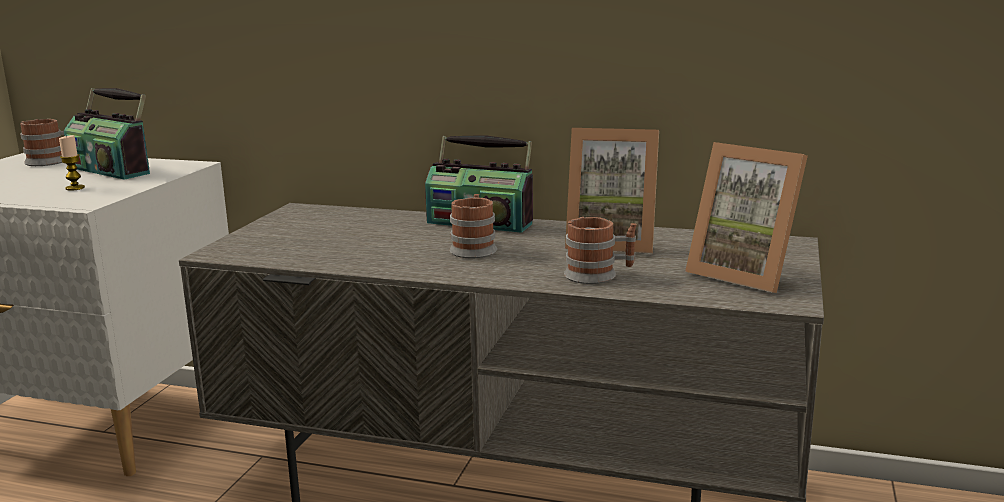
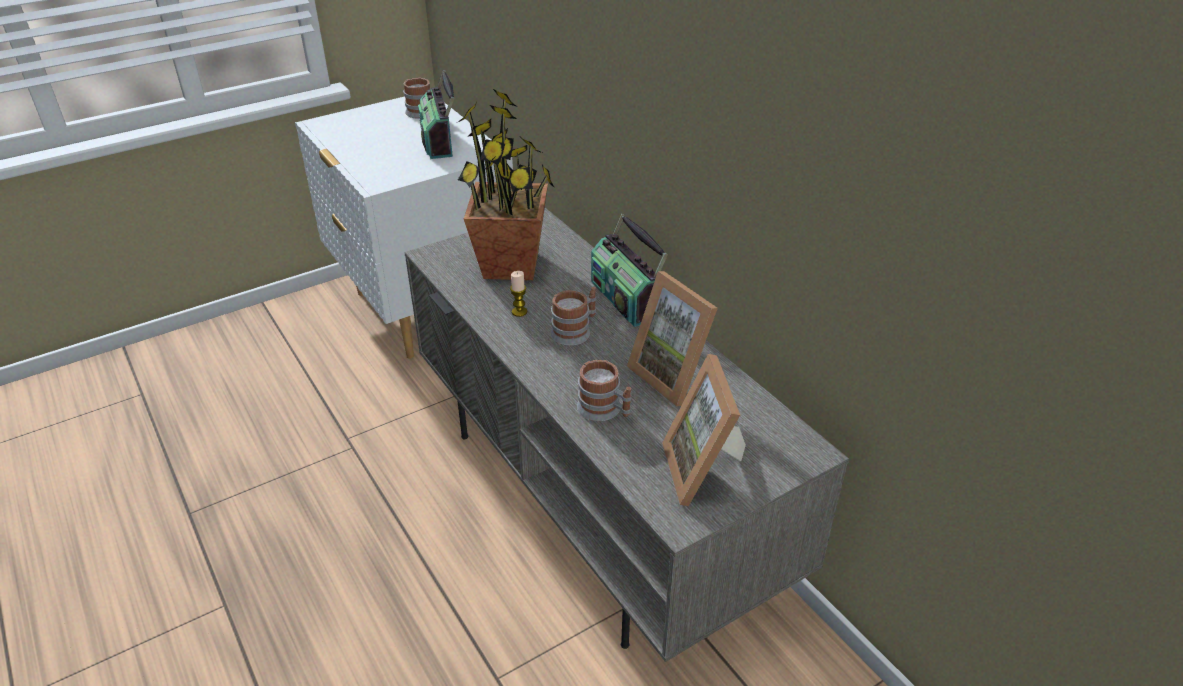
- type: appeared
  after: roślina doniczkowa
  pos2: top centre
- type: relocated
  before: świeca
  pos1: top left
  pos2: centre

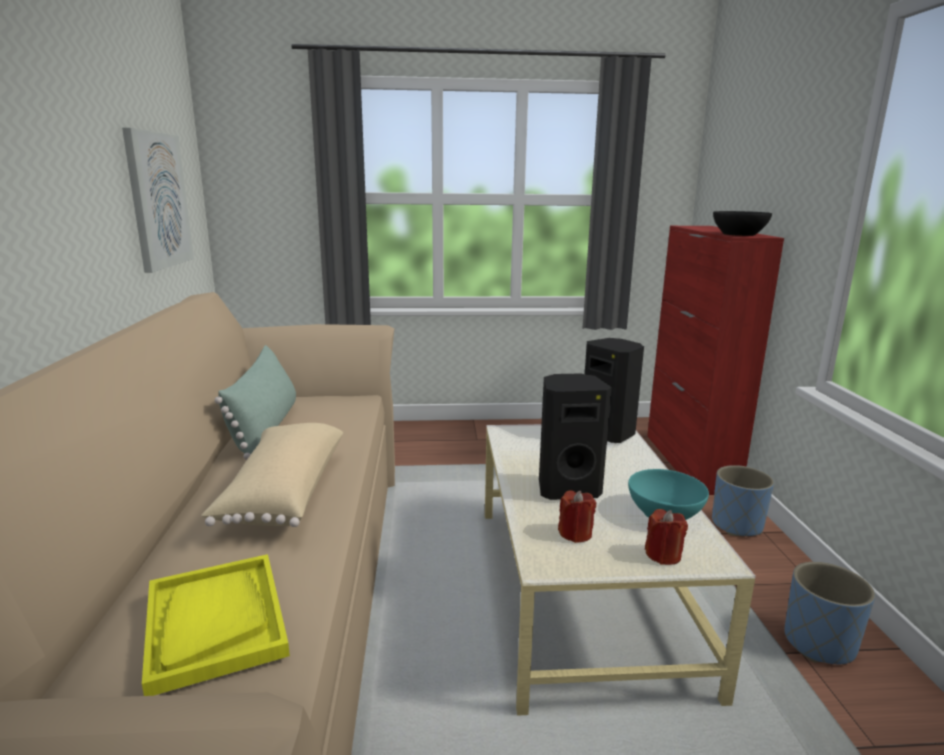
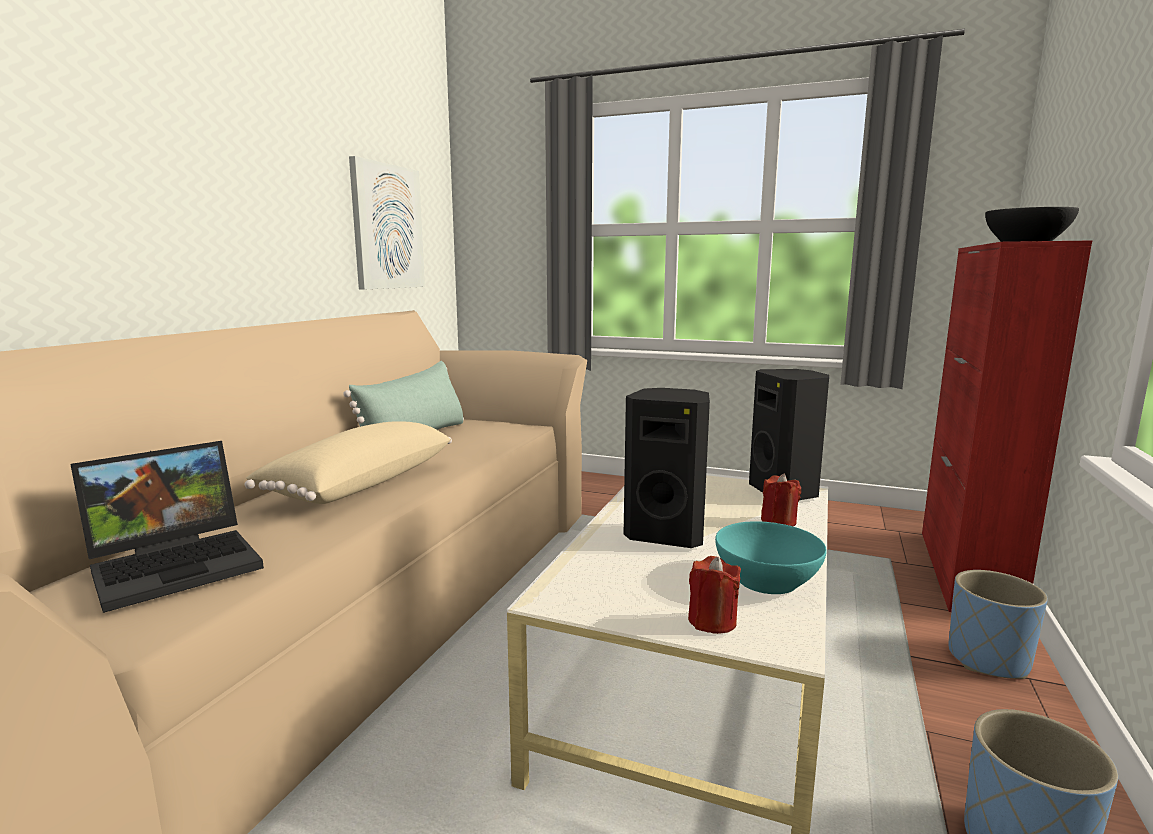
- type: relocated
  before: świeca [czerwony] (no. 1 from left in the first image)
  after: świeca [czerwony] (no. 2 from left)
  pos1: bottom centre
  pos2: middle right
- type: exchanged
  before: taca [żółty]
  after: laptop
  pos1: bottom left
  pos2: middle left

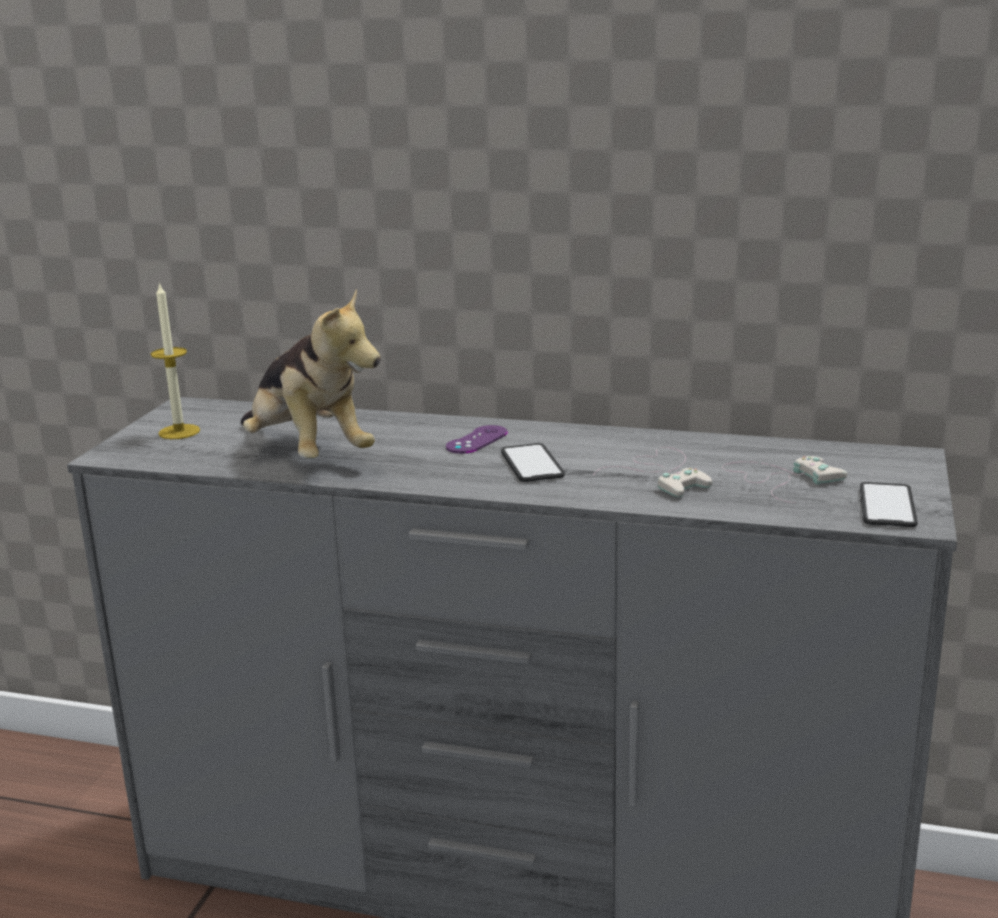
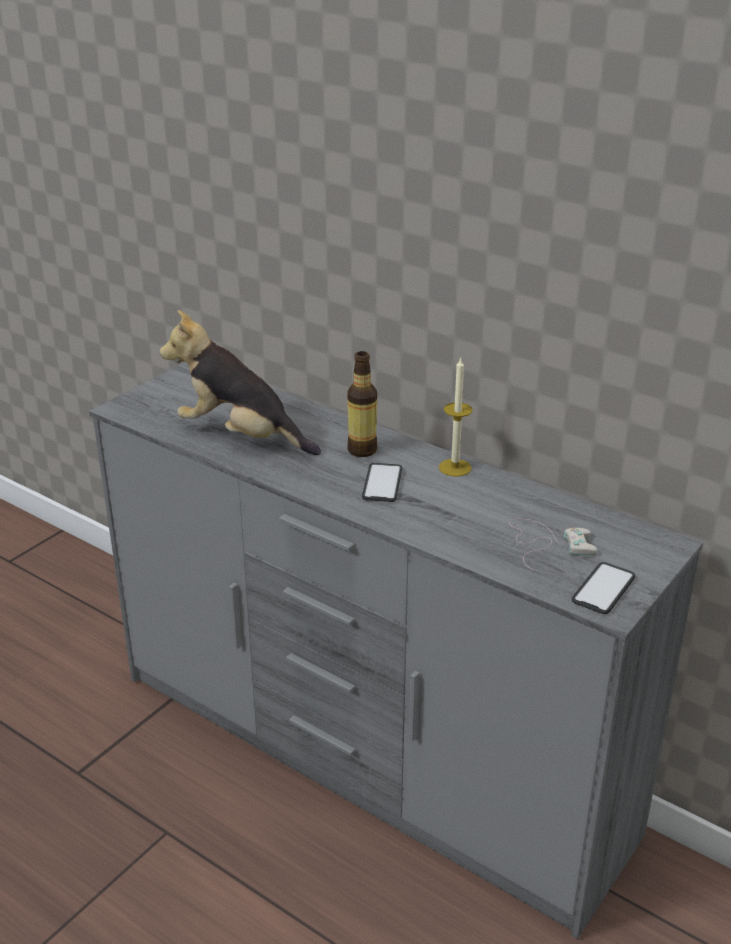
- type: missing
  before: pad do gier [biały] (no. 1 from left)
  pos1: centre
- type: relocated
  before: świeca
  pos1: middle left
  pos2: centre
- type: exchanged
  before: pad do gier [fioletowy]
  after: butelka
  pos1: centre
  pos2: centre
- type: spun
  before: pluszak
  pos1: middle left
  pos2: middle left
  turn: 135

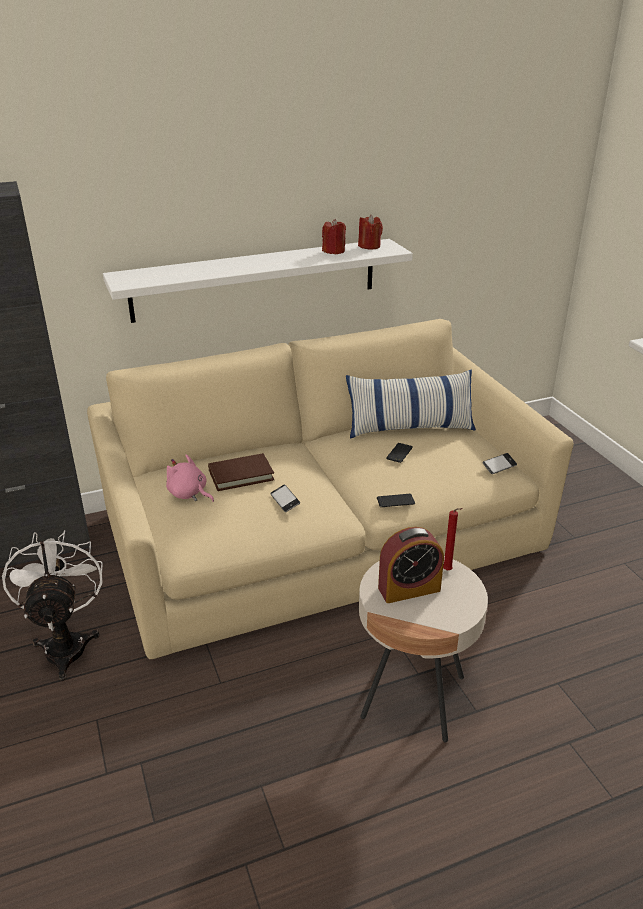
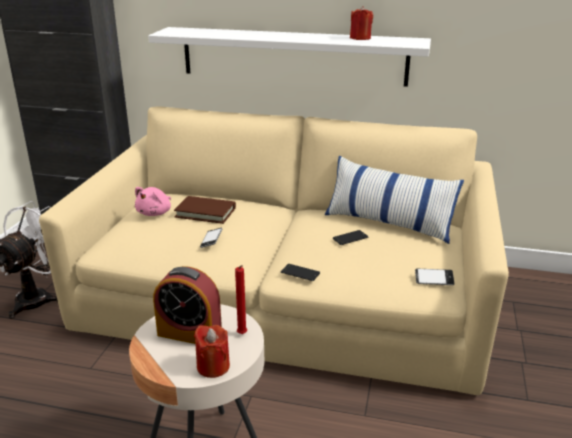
- type: relocated
  before: świeca [czerwony] (no. 2 from left in the first image)
  after: świeca [czerwony] (no. 1 from left)
  pos1: top centre
  pos2: bottom centre
- type: spun
  before: pluszak [różowy]
  pos1: middle left
  pos2: middle left
  turn: -135

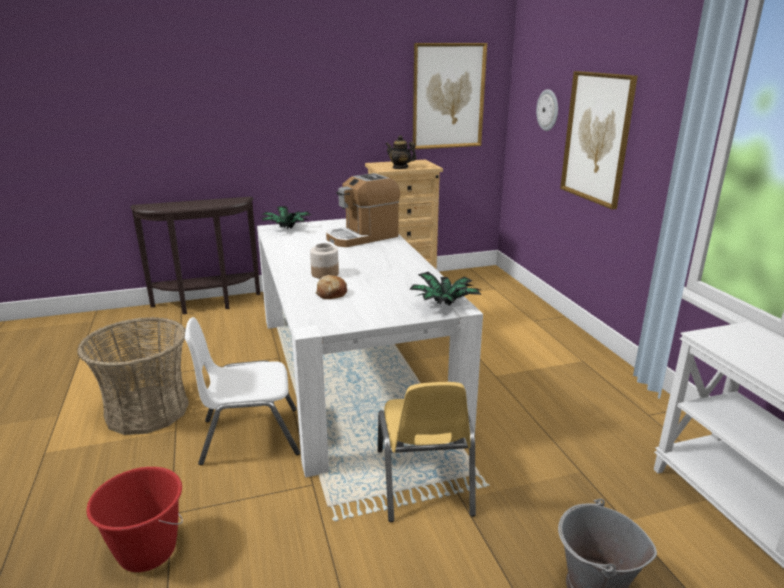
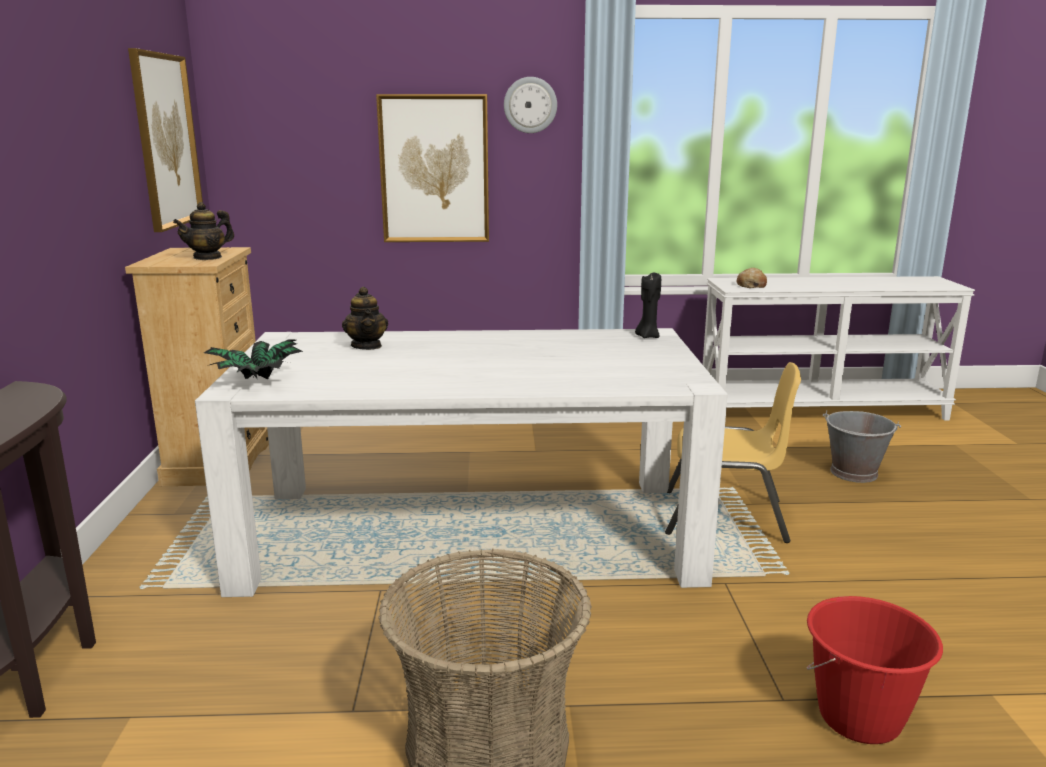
- type: missing
  before: krzesło [biały]
  pos1: middle left
- type: missing
  before: słoik
  pos1: centre
- type: relocated
  before: chleb
  pos1: centre
  pos2: middle right
- type: relocated
  before: zegar ścienny
  pos1: top right
  pos2: top centre
- type: exchanged
  before: ekspres do kawy
  after: imbryk (no. 2 from left)
  pos1: centre
  pos2: centre
- type: exchanged
  before: roślina doniczkowa (no. 2 from left)
  after: świeca [czarny]
  pos1: centre
  pos2: centre

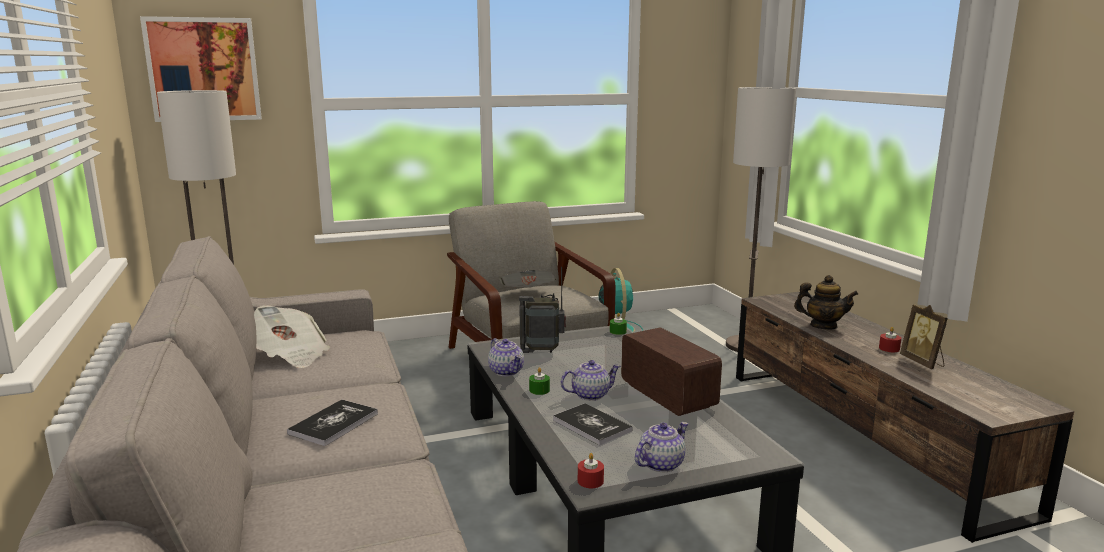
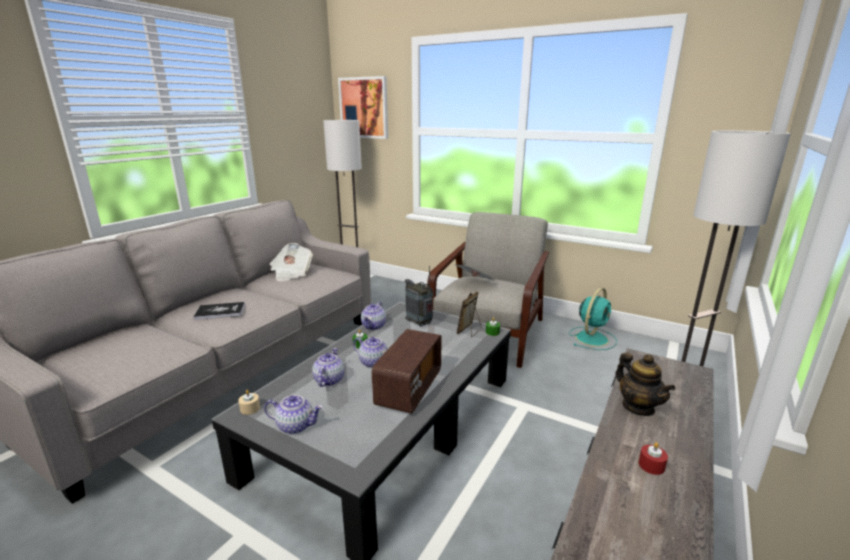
- type: relocated
  before: ramka na zdjęcie
  pos1: middle right
  pos2: centre
- type: exchanged
  before: książka (no. 2 from left)
  after: imbryk (no. 2 from left)
  pos1: bottom centre
  pos2: centre
- type: colour
  before: świeca [czerwony] (no. 1 from left)
  after: świeca [beżowy]
  pos1: bottom centre
  pos2: bottom left

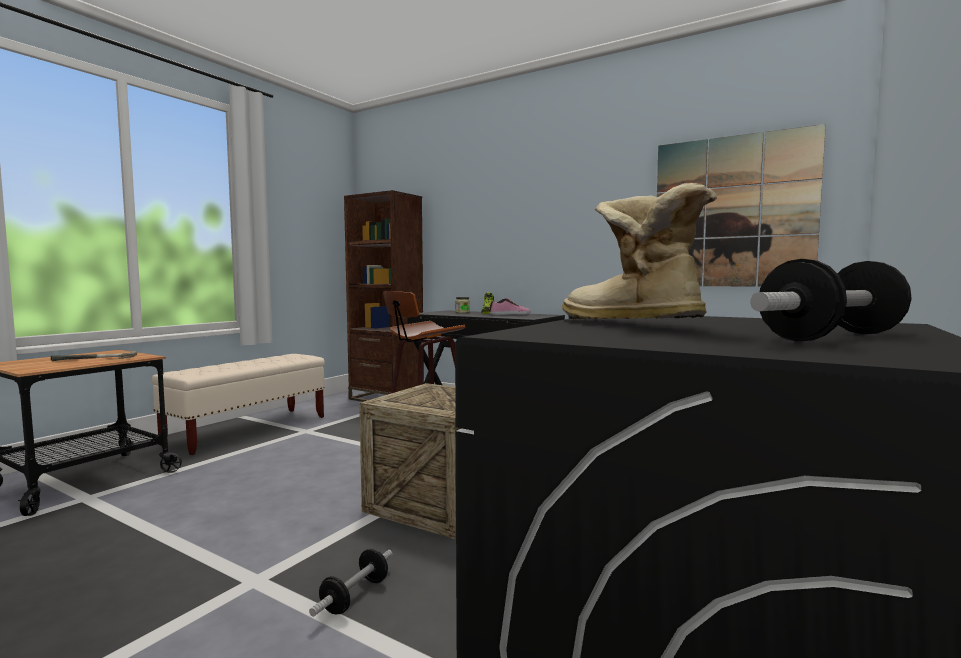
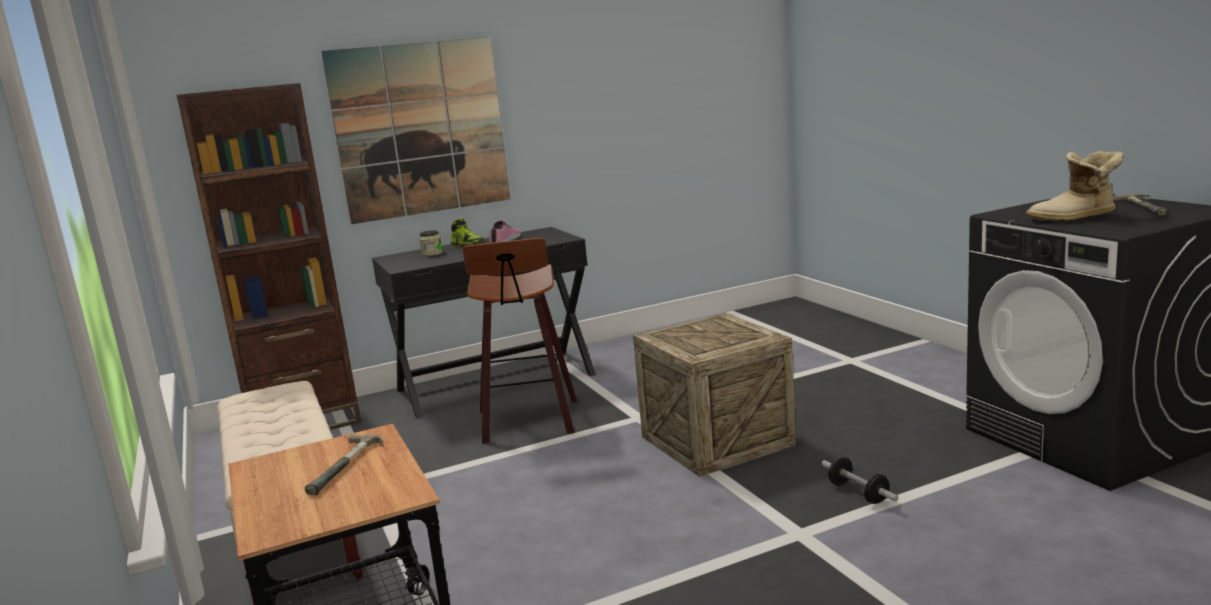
- type: relocated
  before: obraz
  pos1: top right
  pos2: top centre
- type: exchanged
  before: hantel (no. 2 from left)
  after: młotek (no. 2 from left)
  pos1: middle right
  pos2: middle right

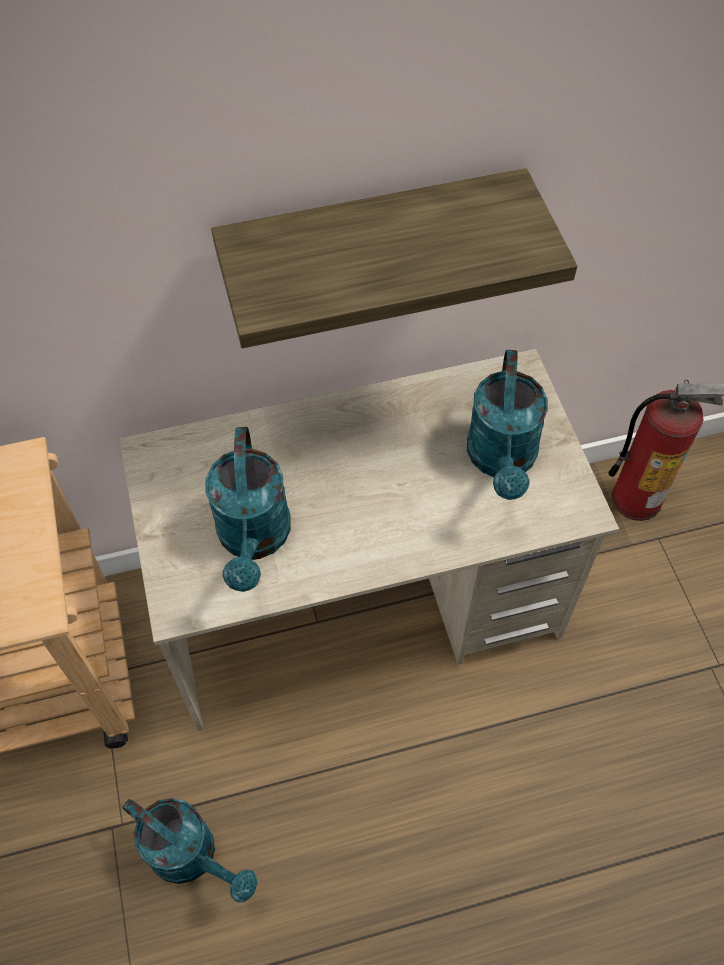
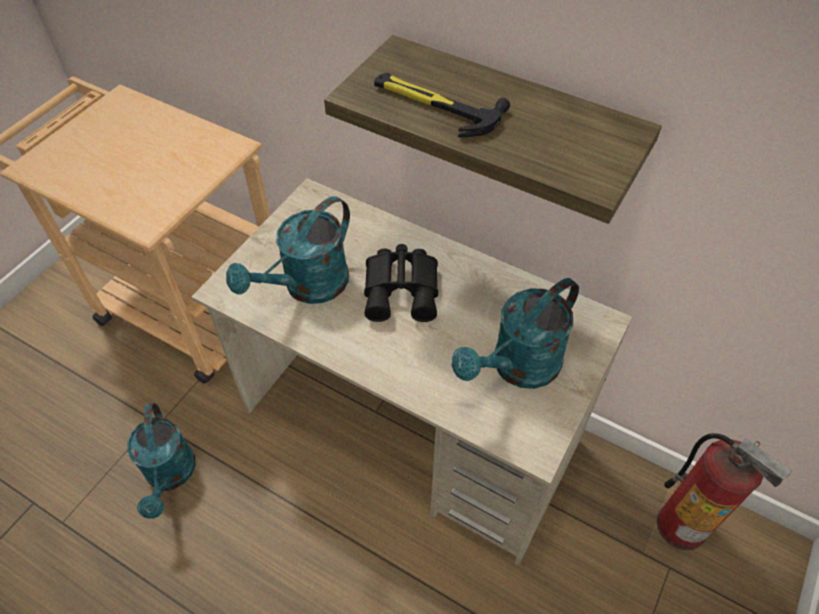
- type: appeared
  after: lornetka [czarny]
  pos2: centre
- type: appeared
  after: młotek
  pos2: top centre

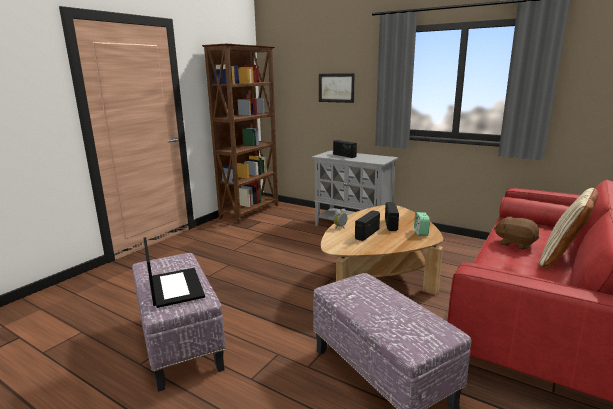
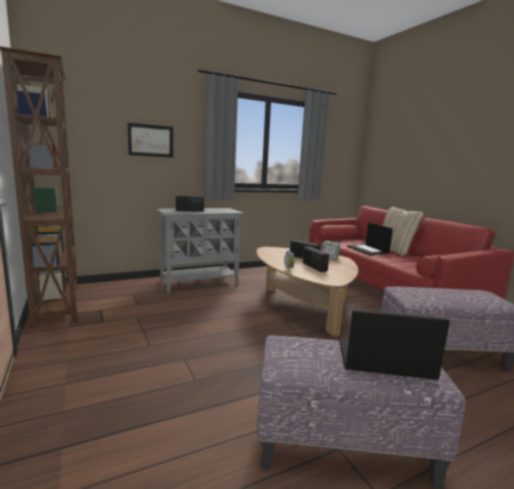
- type: exchanged
  before: pluszak [brązowy]
  after: laptop (no. 1 from left)
  pos1: middle right
  pos2: middle right

